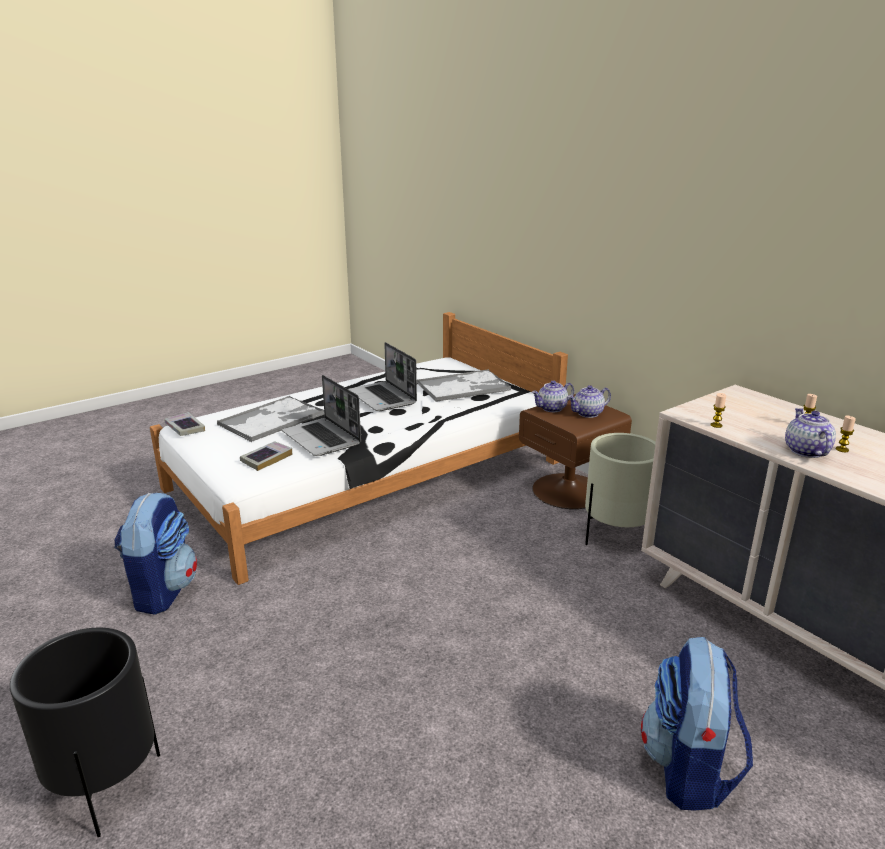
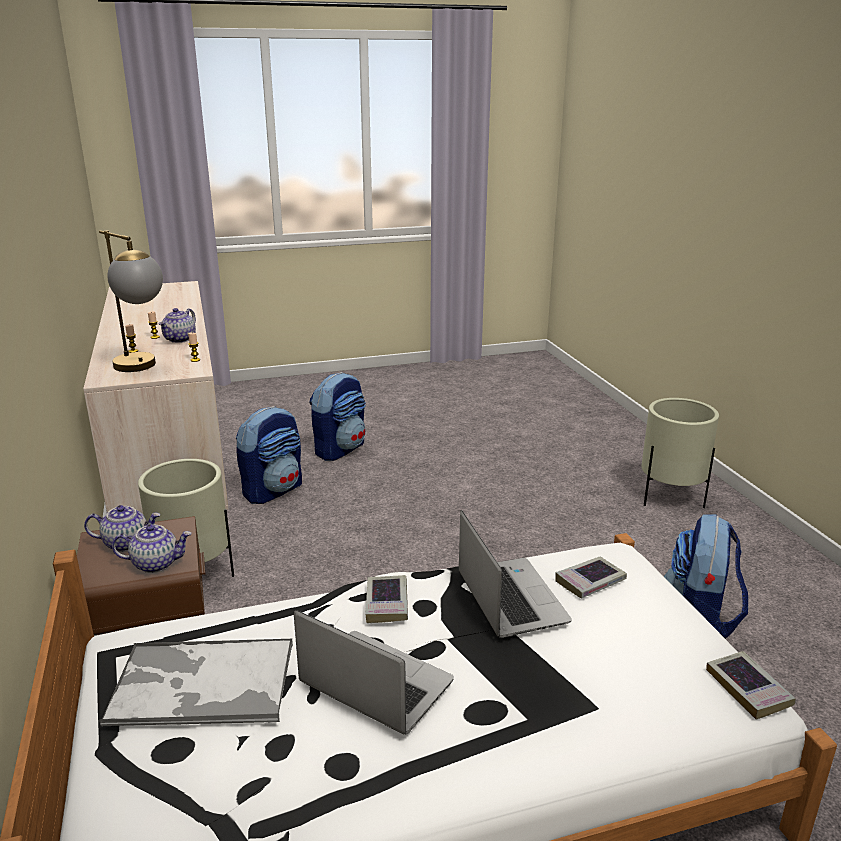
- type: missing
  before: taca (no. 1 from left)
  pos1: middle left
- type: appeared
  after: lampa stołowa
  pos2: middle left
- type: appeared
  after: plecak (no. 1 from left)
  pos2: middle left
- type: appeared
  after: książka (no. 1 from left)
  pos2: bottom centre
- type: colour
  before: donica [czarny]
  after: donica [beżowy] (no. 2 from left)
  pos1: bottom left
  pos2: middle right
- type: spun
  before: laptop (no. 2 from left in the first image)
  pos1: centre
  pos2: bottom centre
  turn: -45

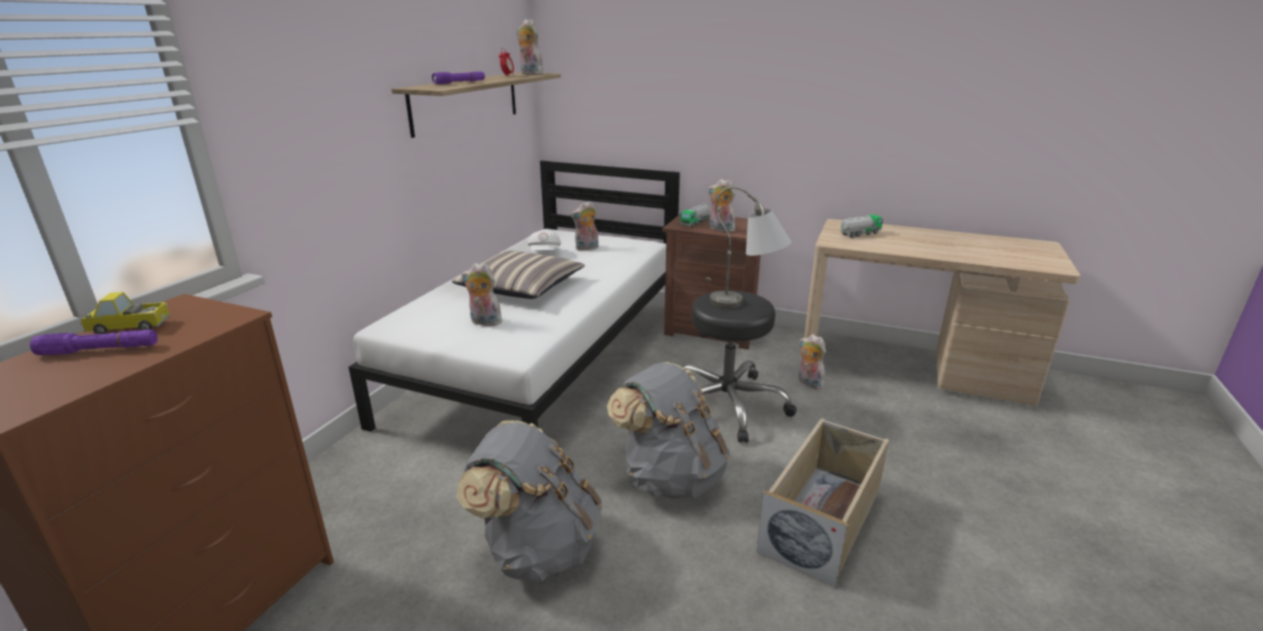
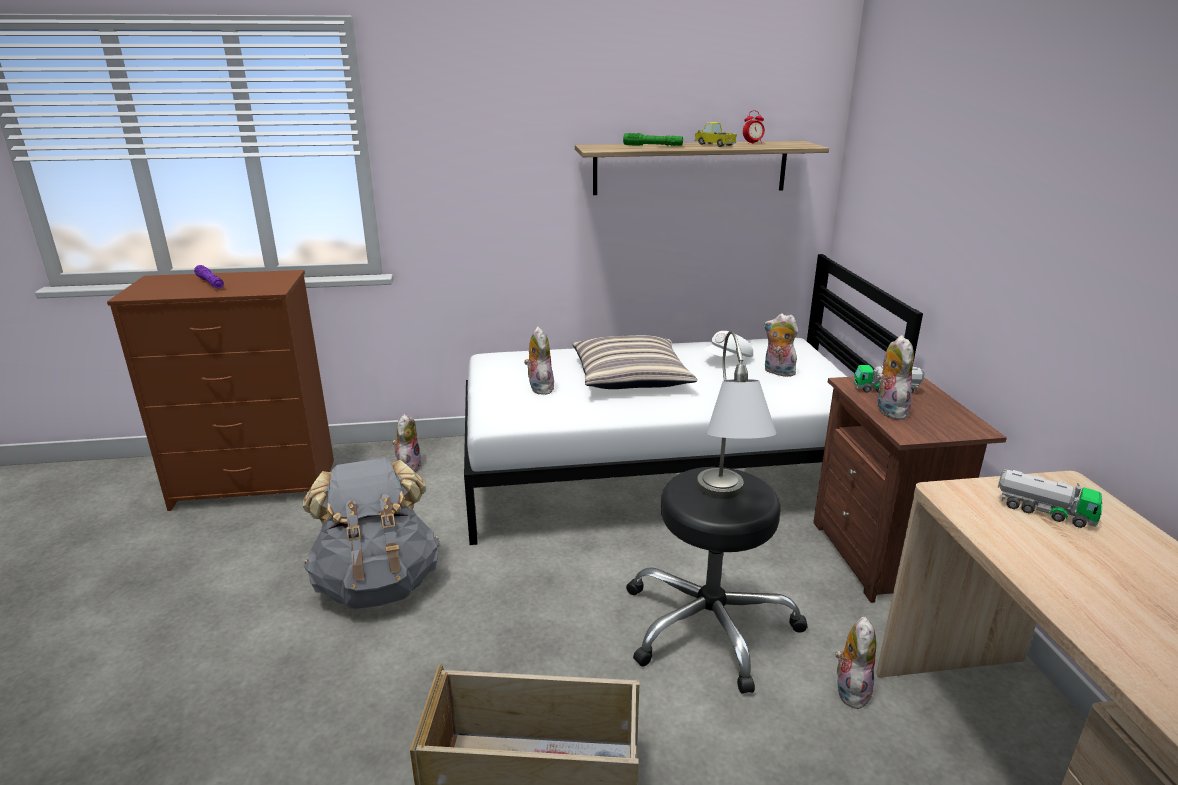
- type: missing
  before: plecak [szary] (no. 2 from left)
  pos1: bottom centre
- type: relocated
  before: ciężarówka zabawkowa (no. 1 from left)
  pos1: middle left
  pos2: top centre
- type: relocated
  before: pluszak (no. 2 from left in the first image)
  after: pluszak (no. 1 from left)
  pos1: top centre
  pos2: centre
- type: colour
  before: latarka [fioletowy] (no. 2 from left)
  after: latarka [zielony]
  pos1: top centre
  pos2: top centre

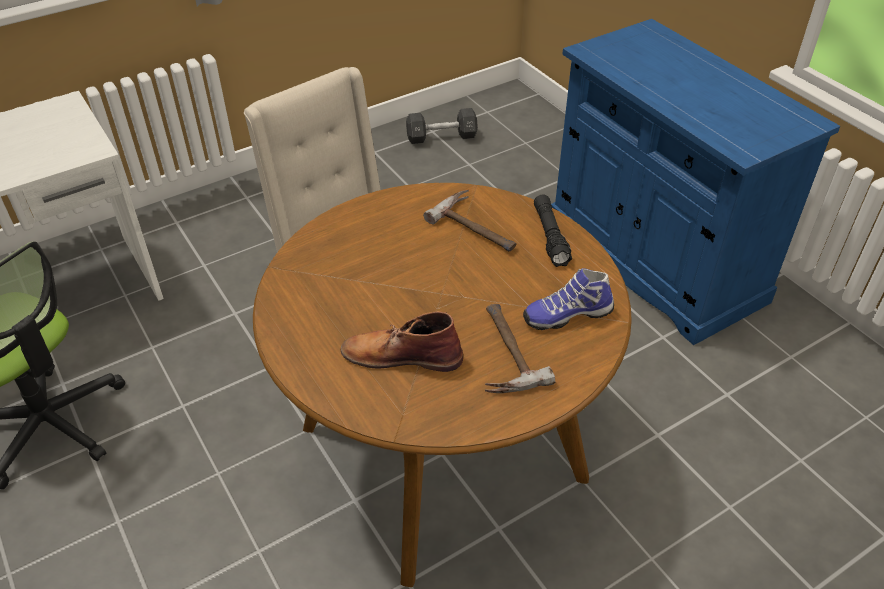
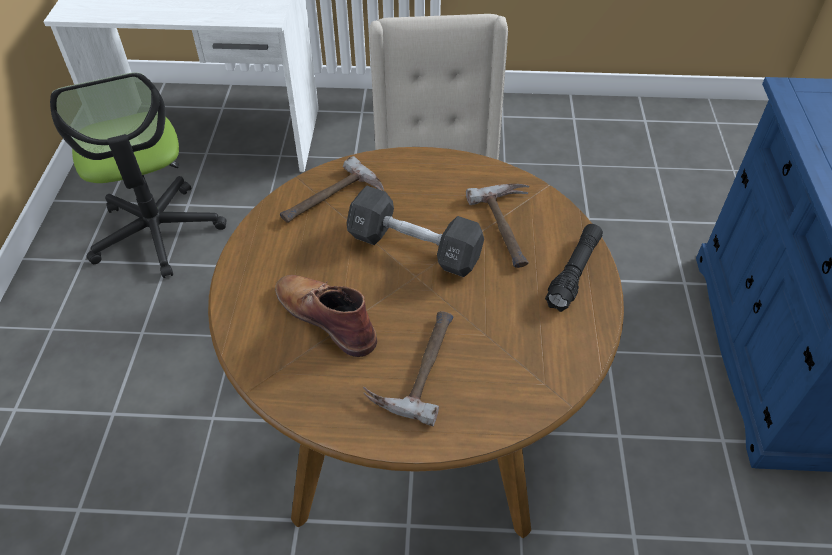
- type: missing
  before: but
  pos1: centre
- type: appeared
  after: młotek (no. 1 from left)
  pos2: centre
- type: relocated
  before: hantel [czarny]
  pos1: top centre
  pos2: centre

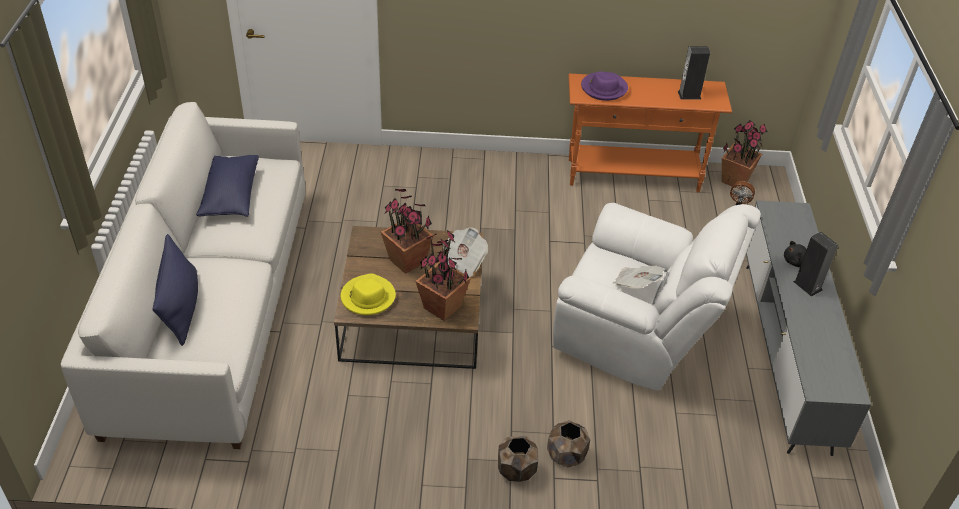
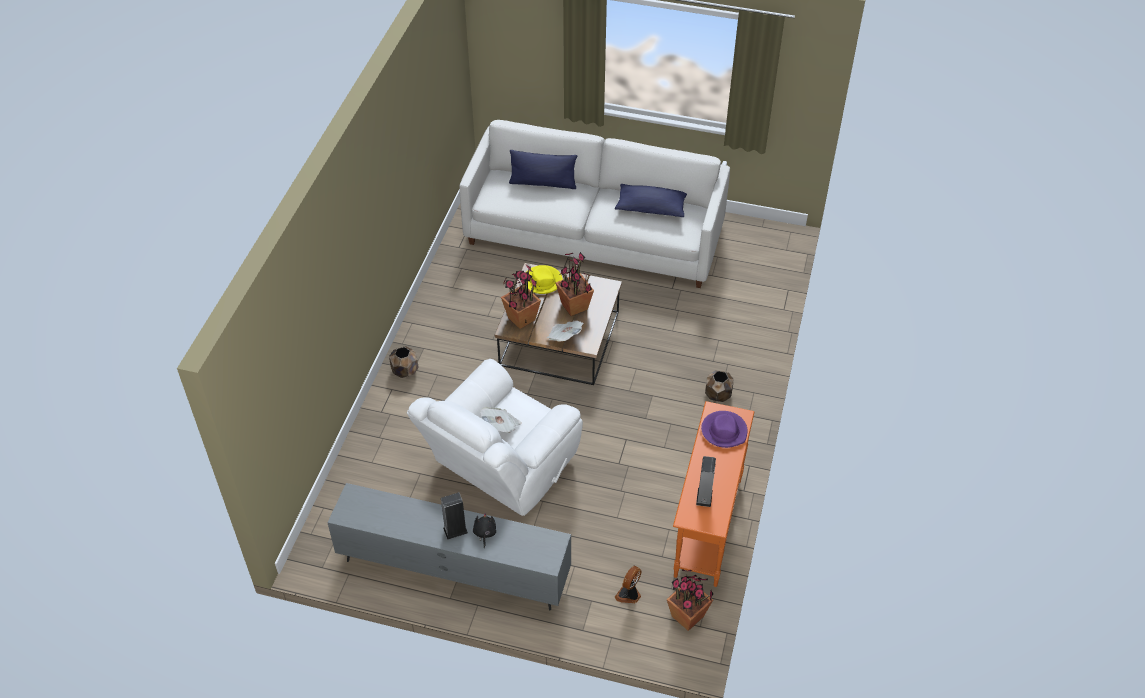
- type: relocated
  before: donica [brązowy] (no. 2 from left)
  pos1: bottom centre
  pos2: centre

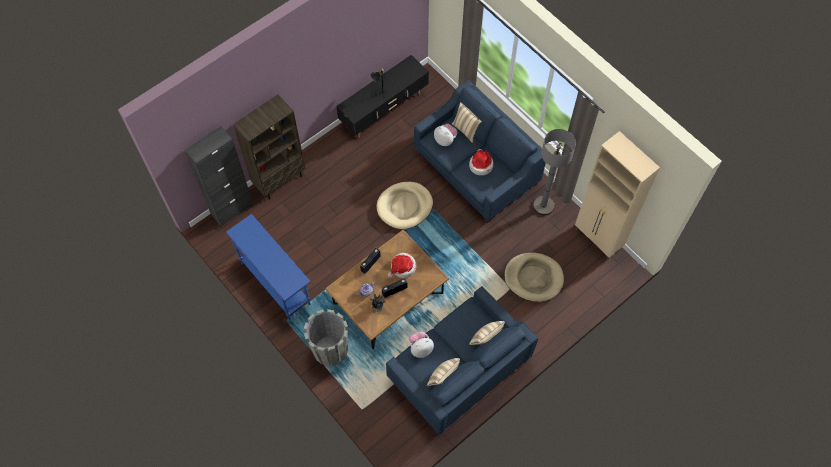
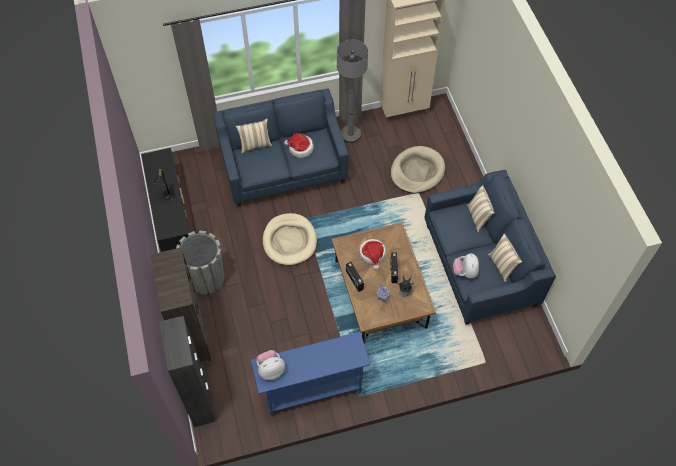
- type: relocated
  before: donica [szary]
  pos1: bottom centre
  pos2: middle left
- type: relocated
  before: pluszak (no. 2 from left in the first image)
  after: pluszak (no. 1 from left)
  pos1: top centre
  pos2: bottom centre

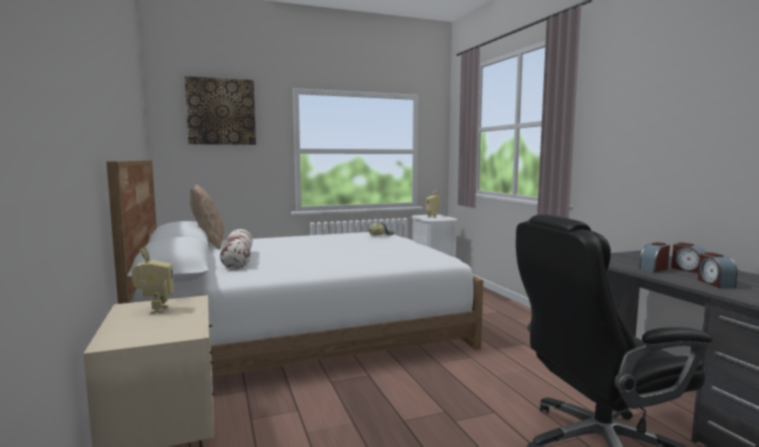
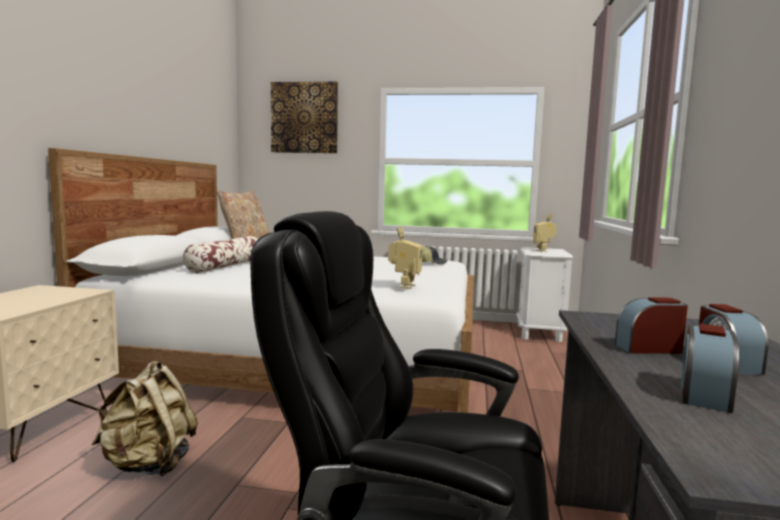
- type: appeared
  after: plecak [beżowy]
  pos2: bottom left
- type: relocated
  before: robot zabawkowy (no. 1 from left)
  pos1: middle left
  pos2: centre

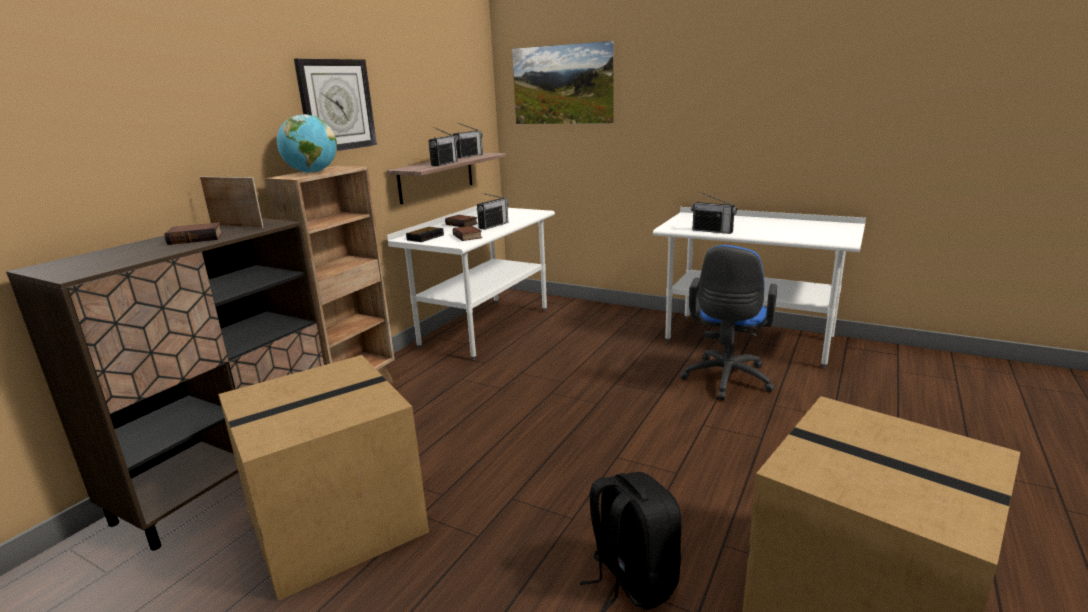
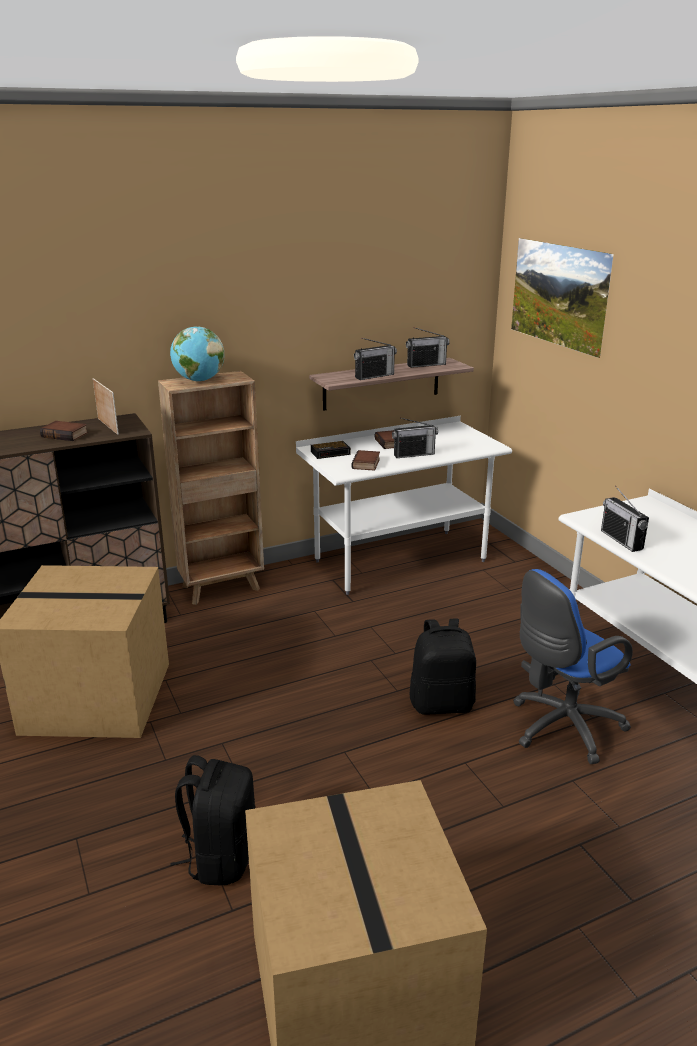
- type: missing
  before: zegar ścienny
  pos1: top left
- type: appeared
  after: plecak [czarny] (no. 2 from left)
  pos2: centre

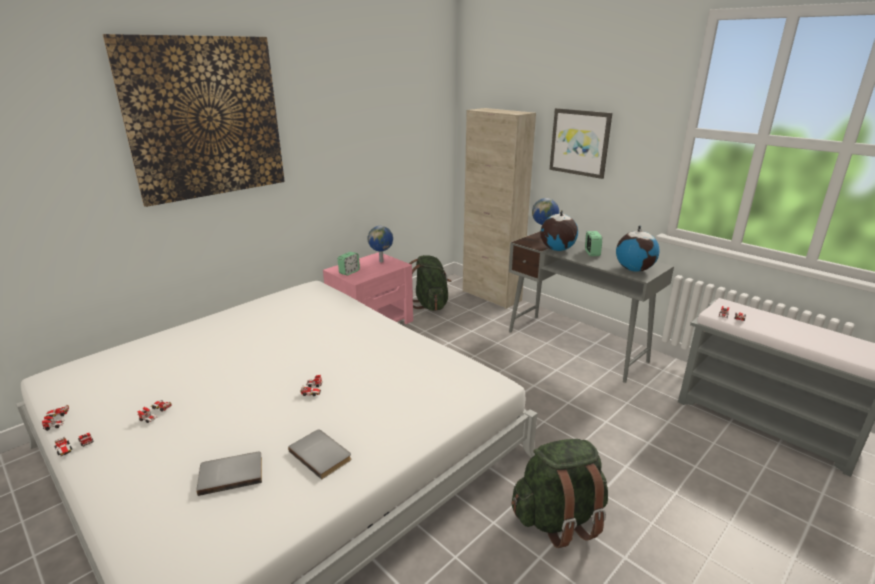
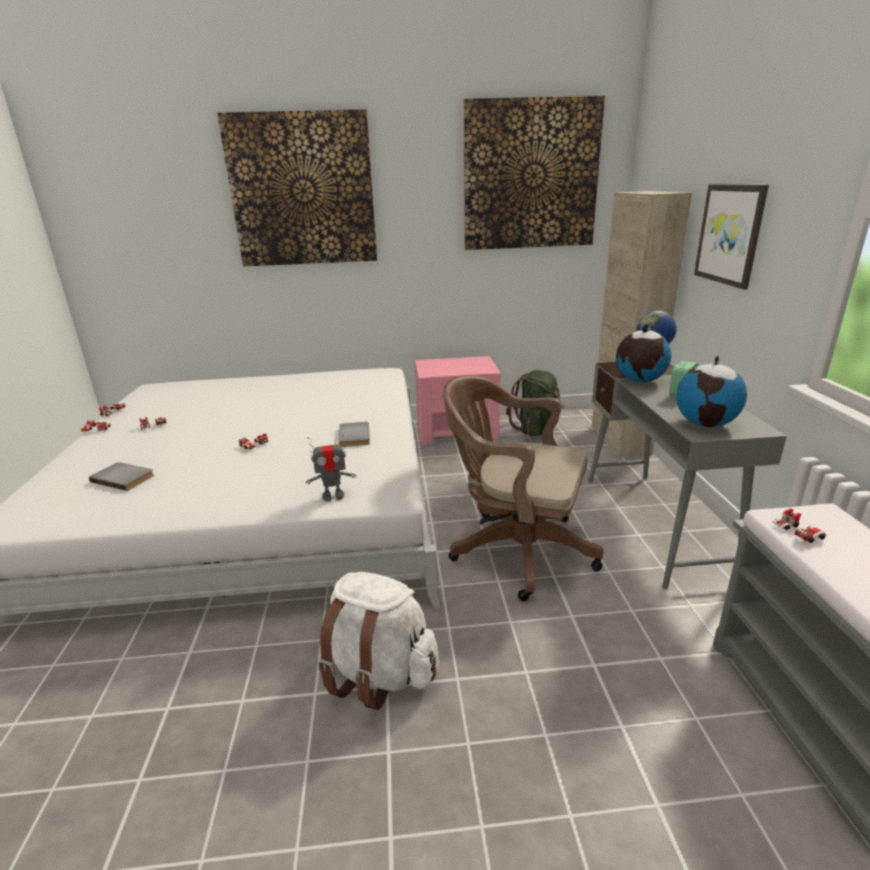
- type: missing
  before: budzik (no. 1 from left)
  pos1: centre
- type: missing
  before: globus (no. 1 from left)
  pos1: centre
- type: appeared
  after: robot zabawkowy
  pos2: centre
- type: appeared
  after: krzesło biurowe [brązowy]
  pos2: centre
- type: appeared
  after: obraz (no. 2 from left)
  pos2: top centre
- type: relocated
  before: książka [szary] (no. 2 from left)
  pos1: bottom centre
  pos2: centre
- type: colour
  before: plecak [zielony] (no. 2 from left)
  after: plecak [biały]
  pos1: bottom centre
  pos2: bottom centre

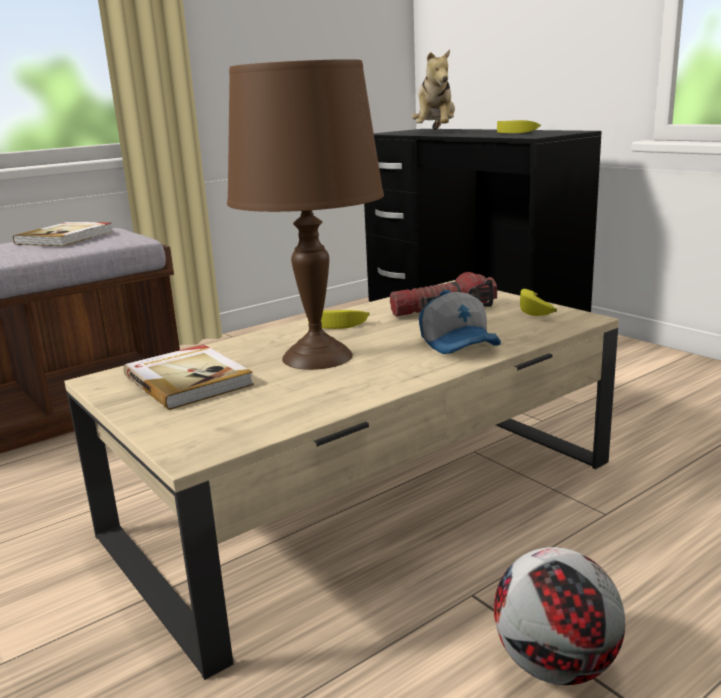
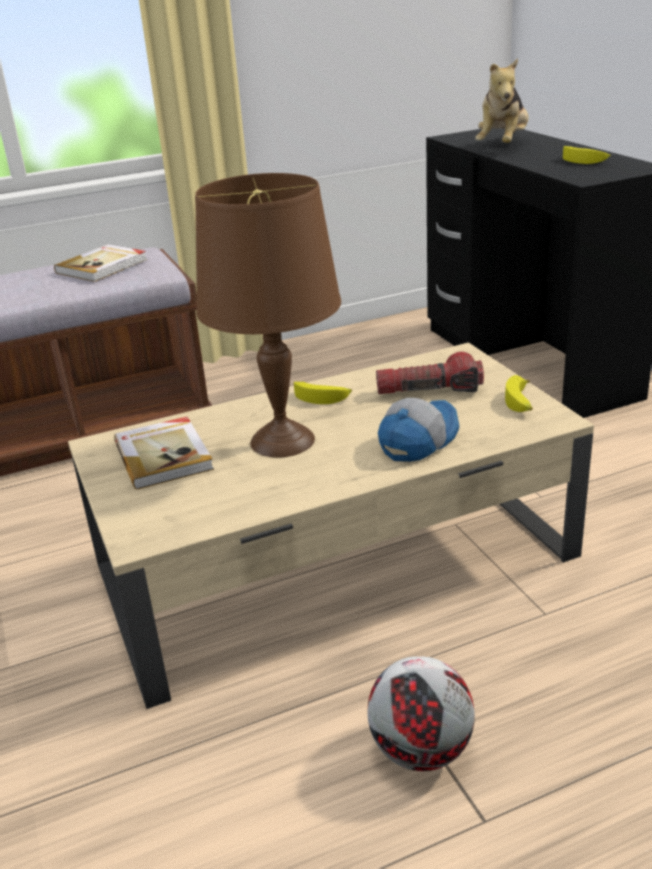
- type: spun
  before: czapka z daszkiem
  pos1: centre
  pos2: centre
  turn: -135

